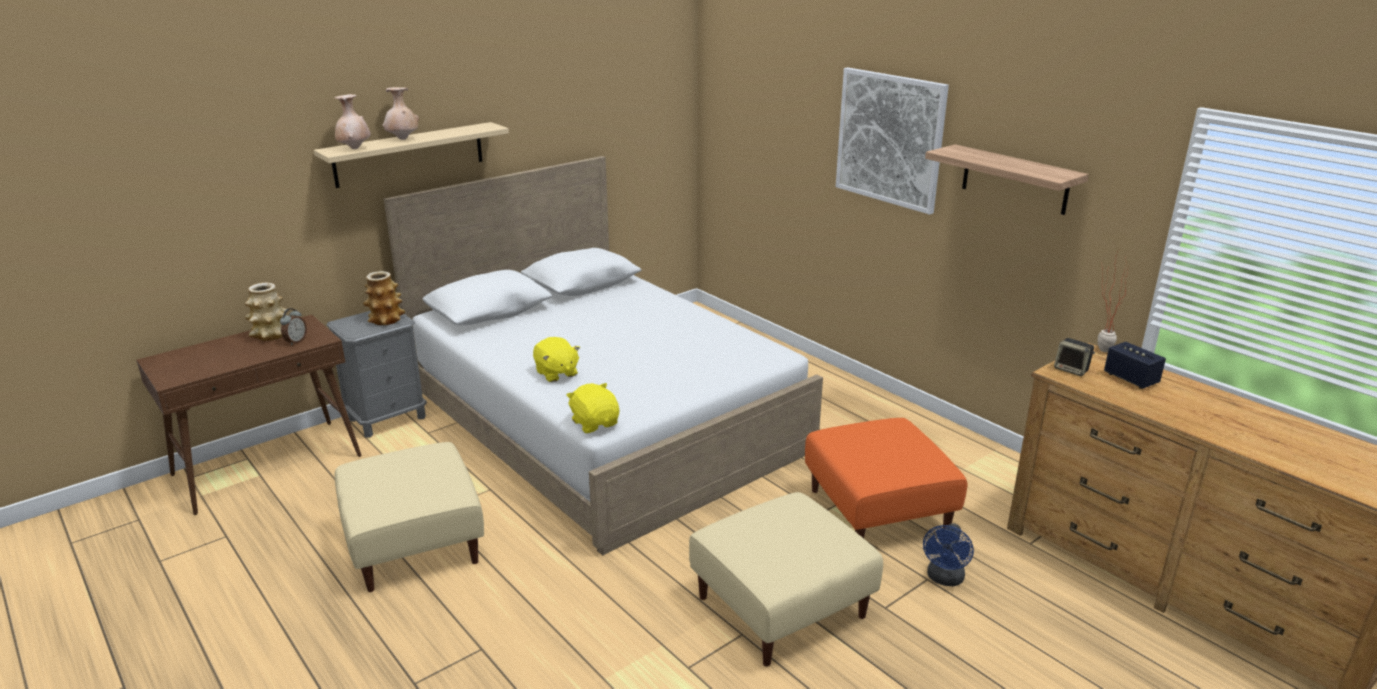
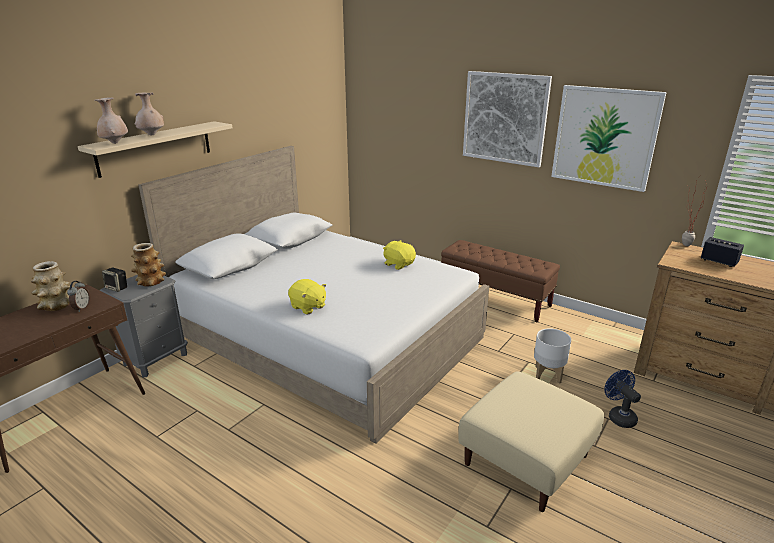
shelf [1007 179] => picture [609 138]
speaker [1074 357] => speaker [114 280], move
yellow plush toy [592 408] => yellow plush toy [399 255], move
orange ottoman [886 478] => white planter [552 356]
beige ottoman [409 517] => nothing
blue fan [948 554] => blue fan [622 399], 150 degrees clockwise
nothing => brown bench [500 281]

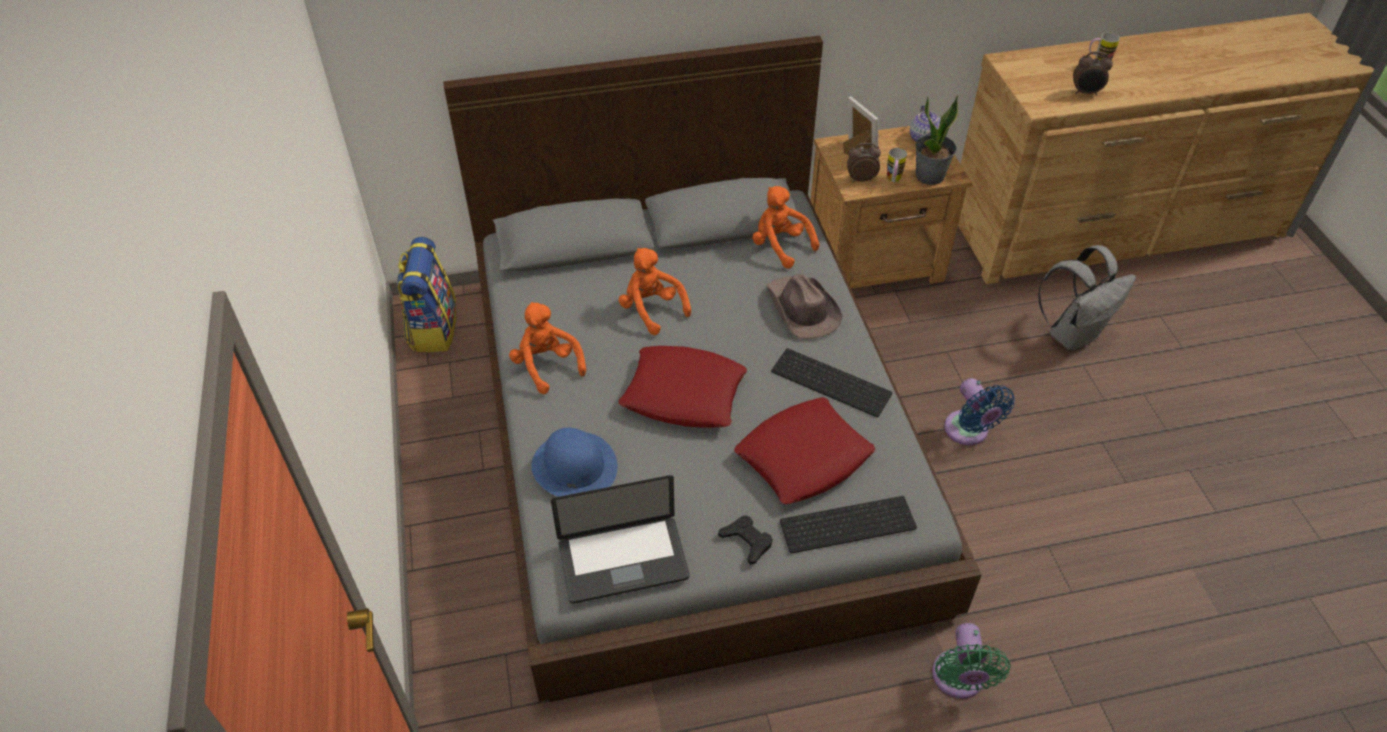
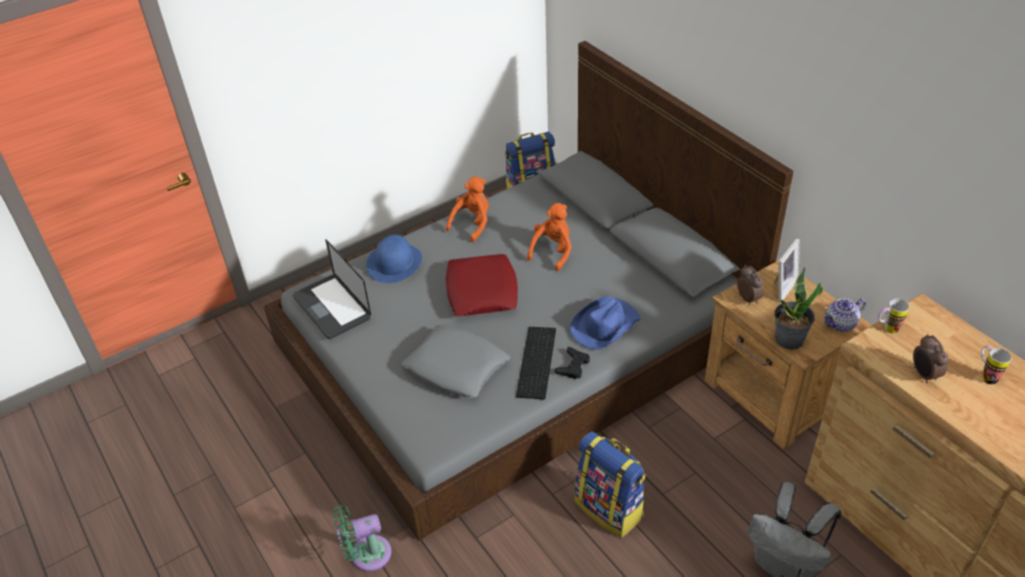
mug [897 165] => mug [893 316], move
orange plush toy [785 227] => nothing
brown hat [804 306] => blue hat [605 323]
blue fan [979 411] => backpack [610 484]
red pillow [804 450] => grey pillow [456 361]
keyboard [848 525] => nothing
black game controller [745 540] => black game controller [572 363], move

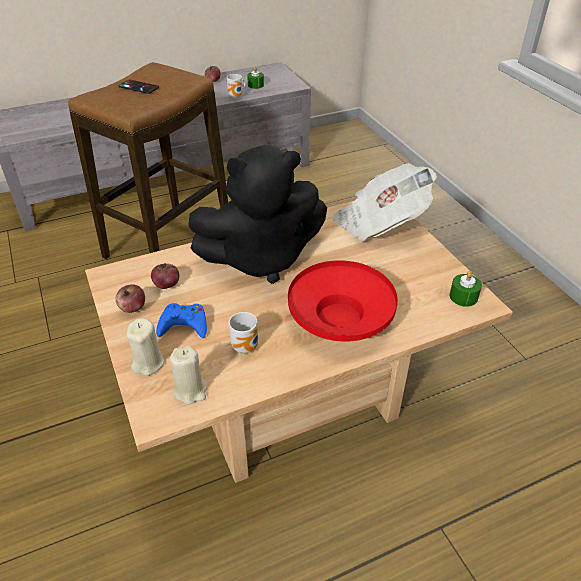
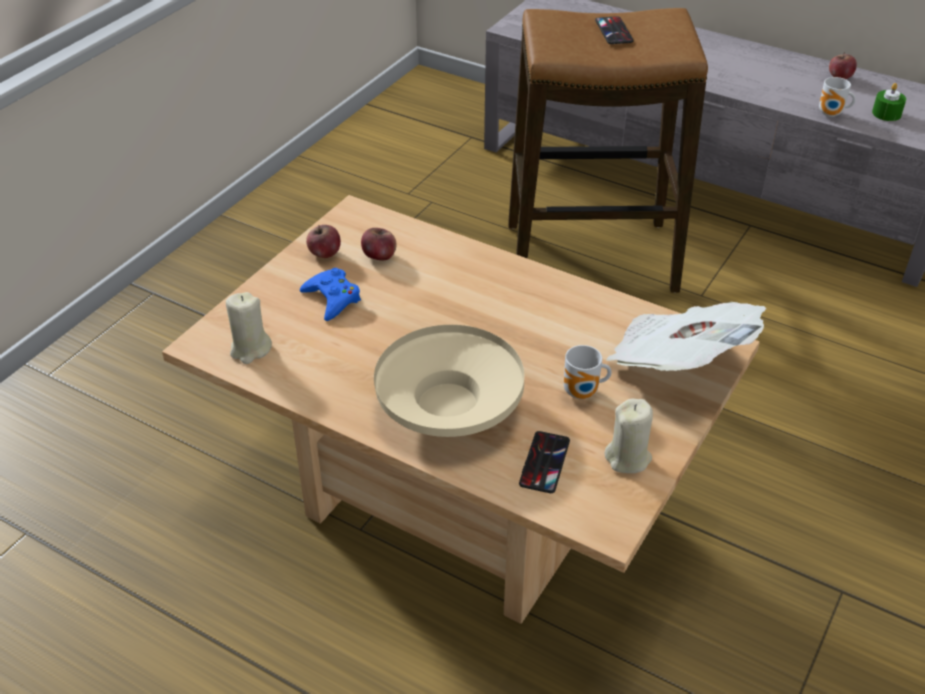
black plush toy [257 214] => nothing
red bowl [343 301] => beige bowl [449 381]
green candle [465 289] => nothing
mug [243 332] => mug [588 372], move
beige candle [145 347] => beige candle [628 435], move
nothing => phone [544 462]

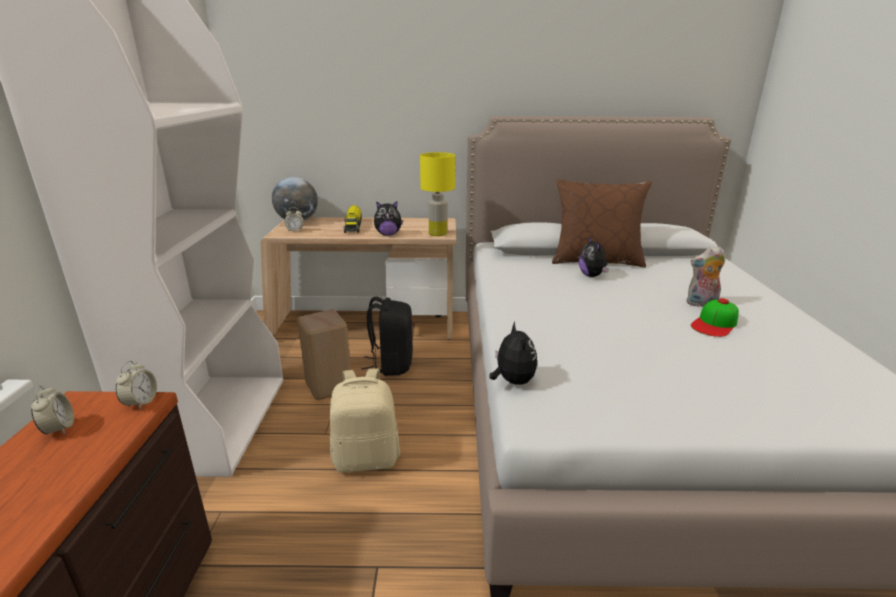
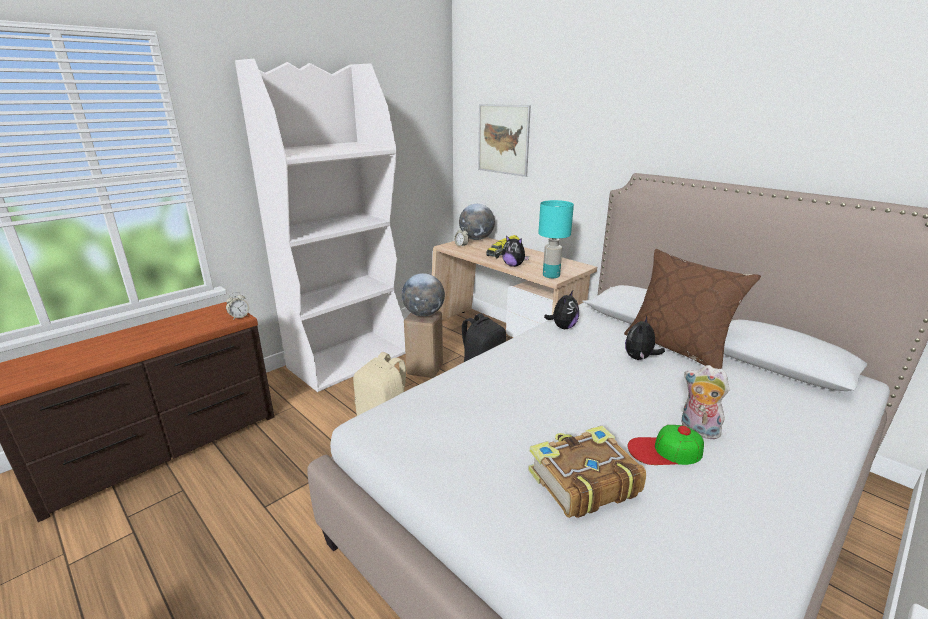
yellow table lamp [437 194] => turquoise table lamp [556 239]
plush toy [513 353] => plush toy [561 310], move
alarm clock [52 410] => nothing
nothing => picture [504 140]
nothing => globe [423 294]
nothing => book [587 472]

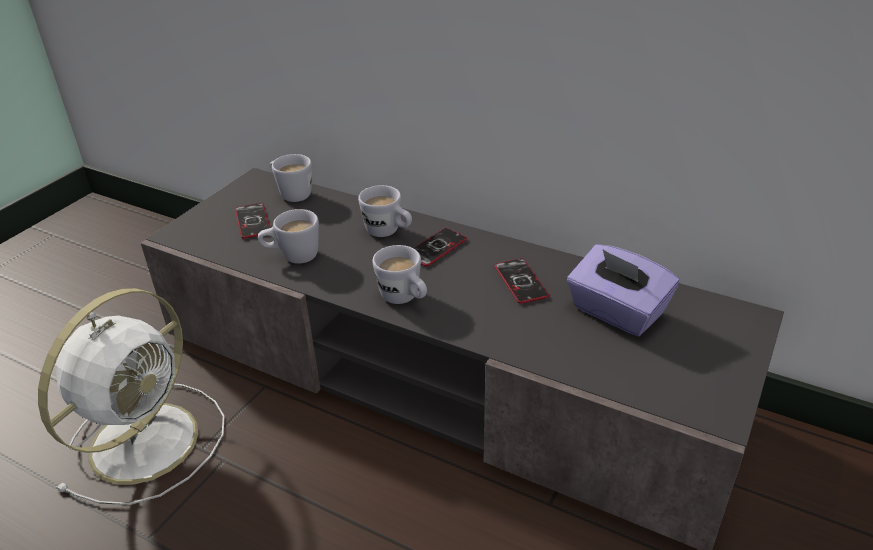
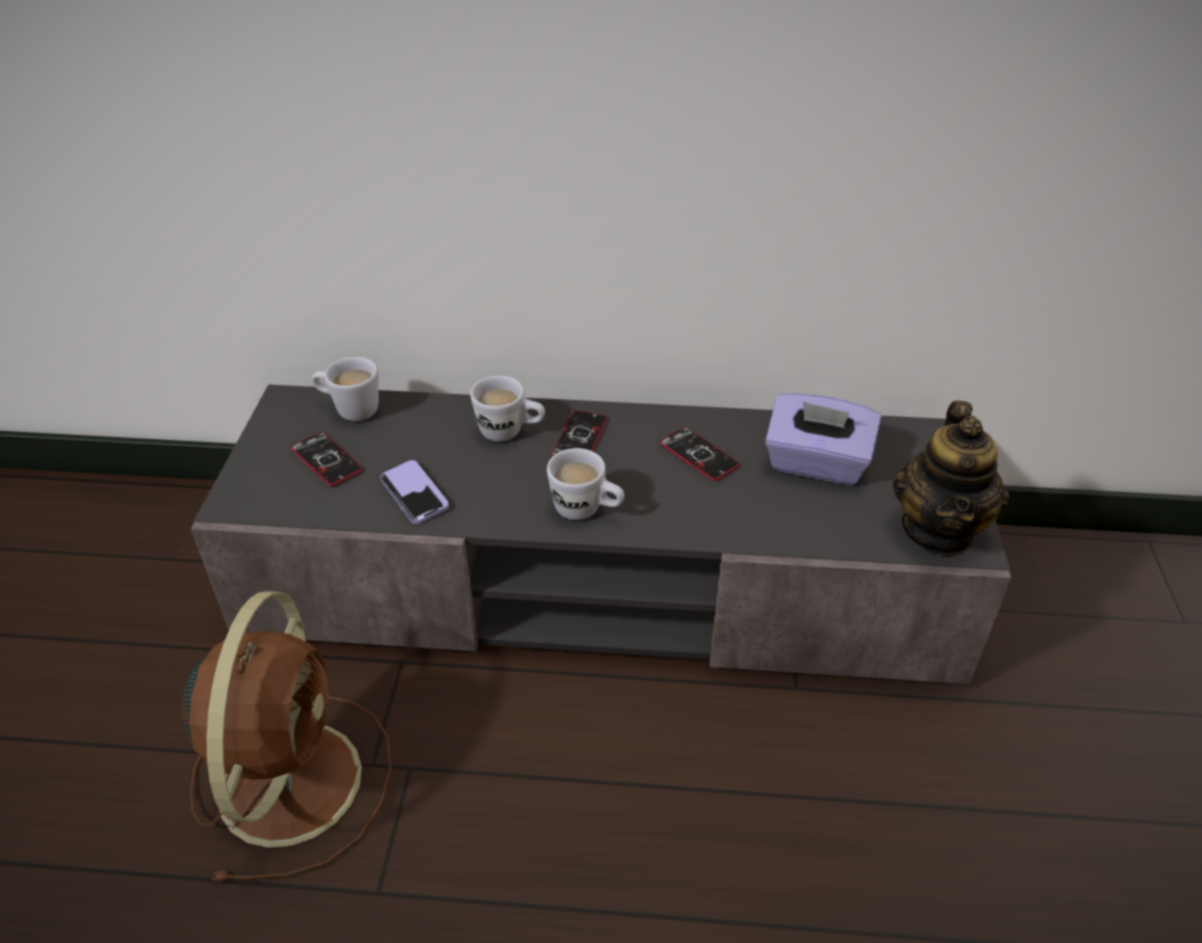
white mug [288 236] => phone [414 492]
white fan [131 396] => brown fan [287 736]
nothing => teapot [951 478]

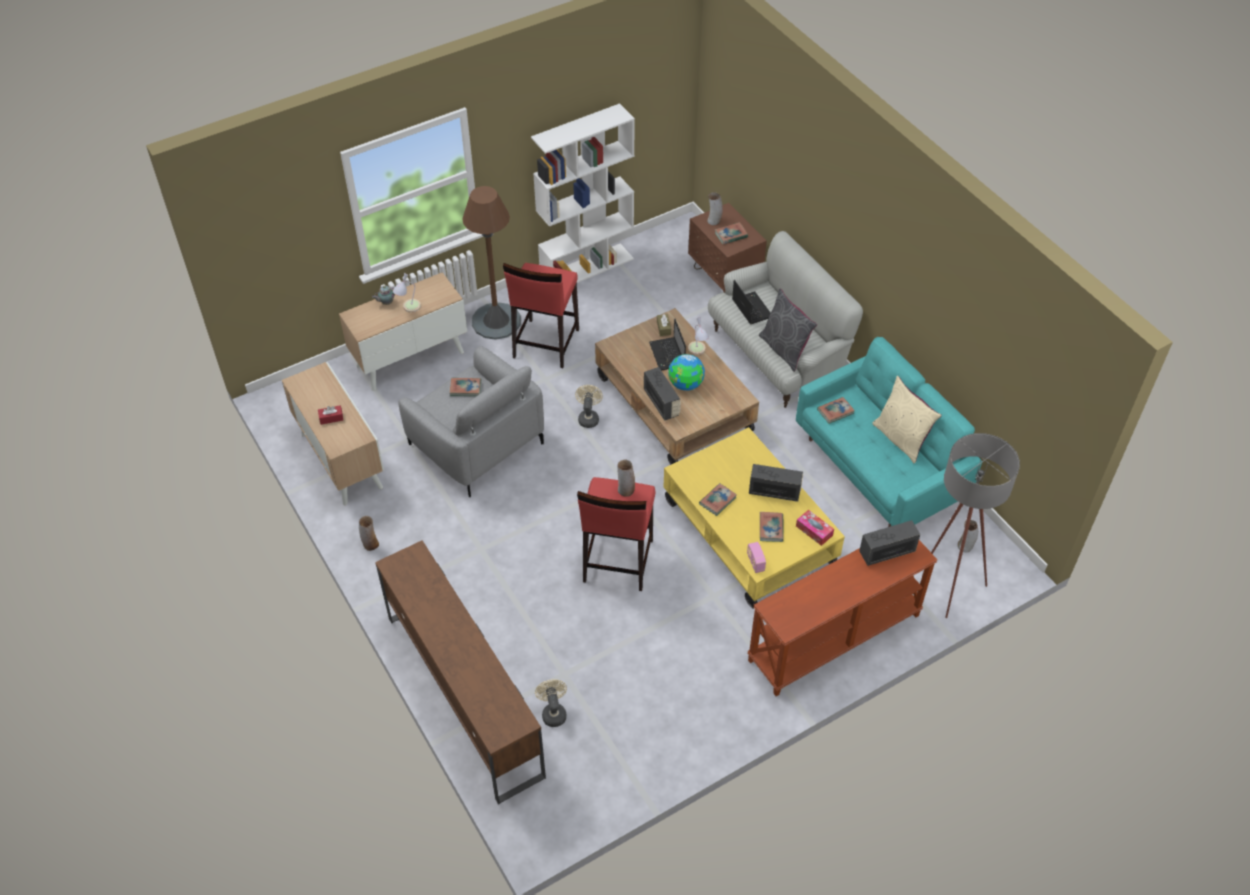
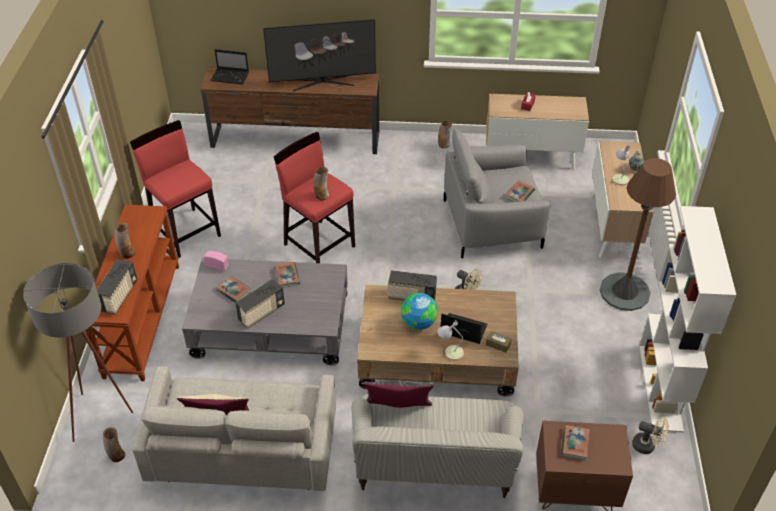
vase [715 208] => vase [125 241], move
red stool [541 315] => red stool [175 189], move
laptop [751 302] => laptop [230 67], move
turquoise sofa [889 432] => grey sofa [234 428]
book [836 410] => nothing
yellow coffee table [754 518] => grey coffee table [265 311]
tissue box [815 528] => nothing
beige fan [551 703] => beige fan [650 435], move
nothing => television [319 55]

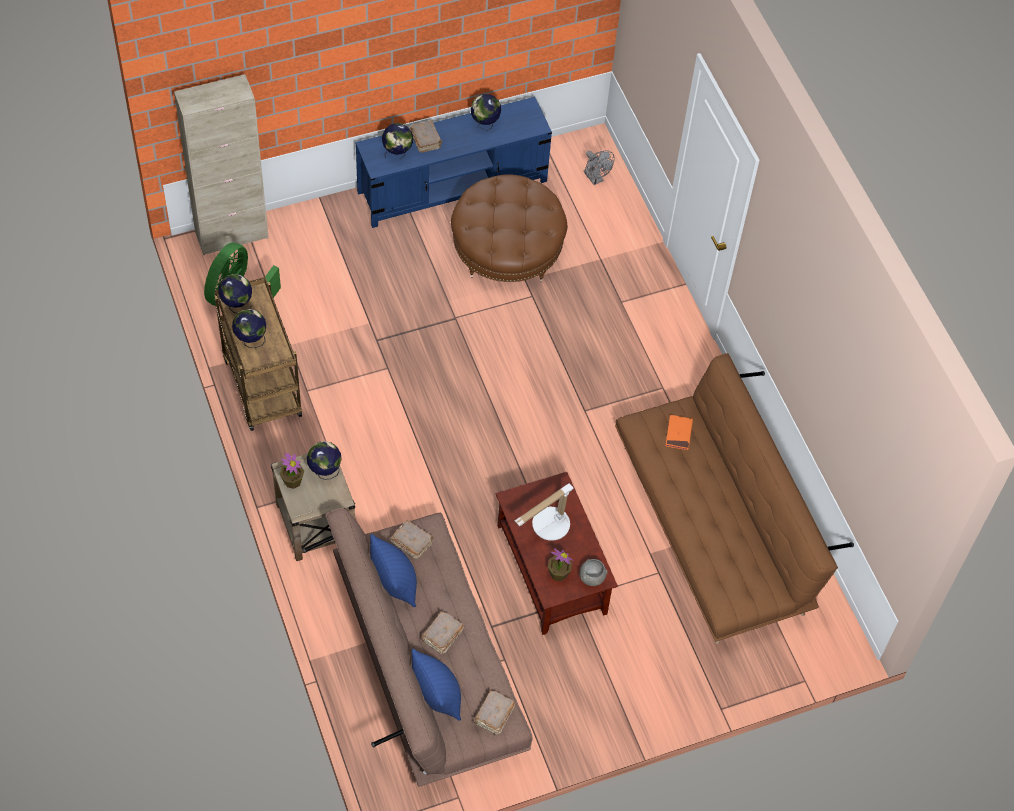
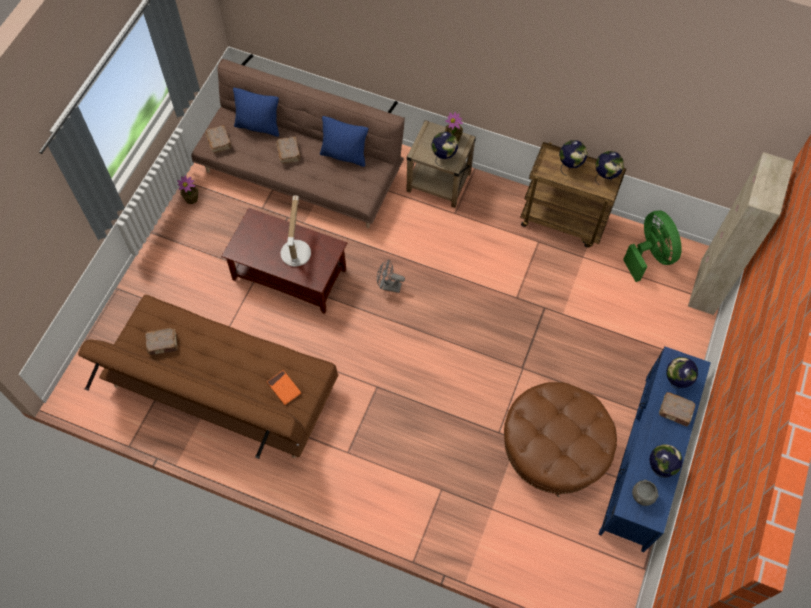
grey fan [599 168] => grey fan [391 276], move
brown book [412 539] => brown book [161 341], move
potted plant [561 564] => potted plant [187 189], move
grey bowl [593 572] => grey bowl [645 493], move

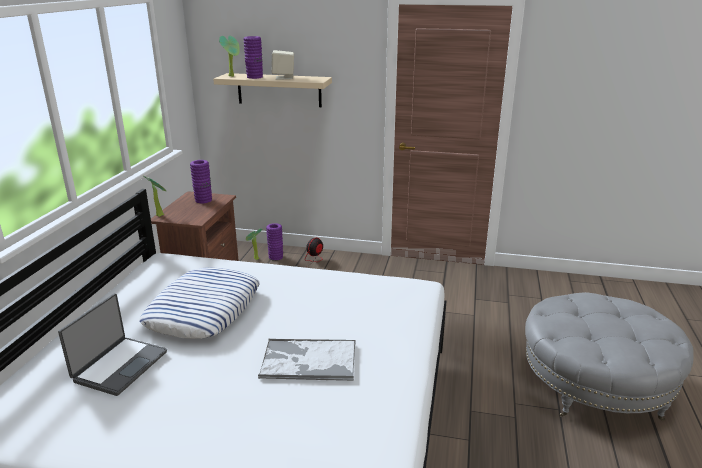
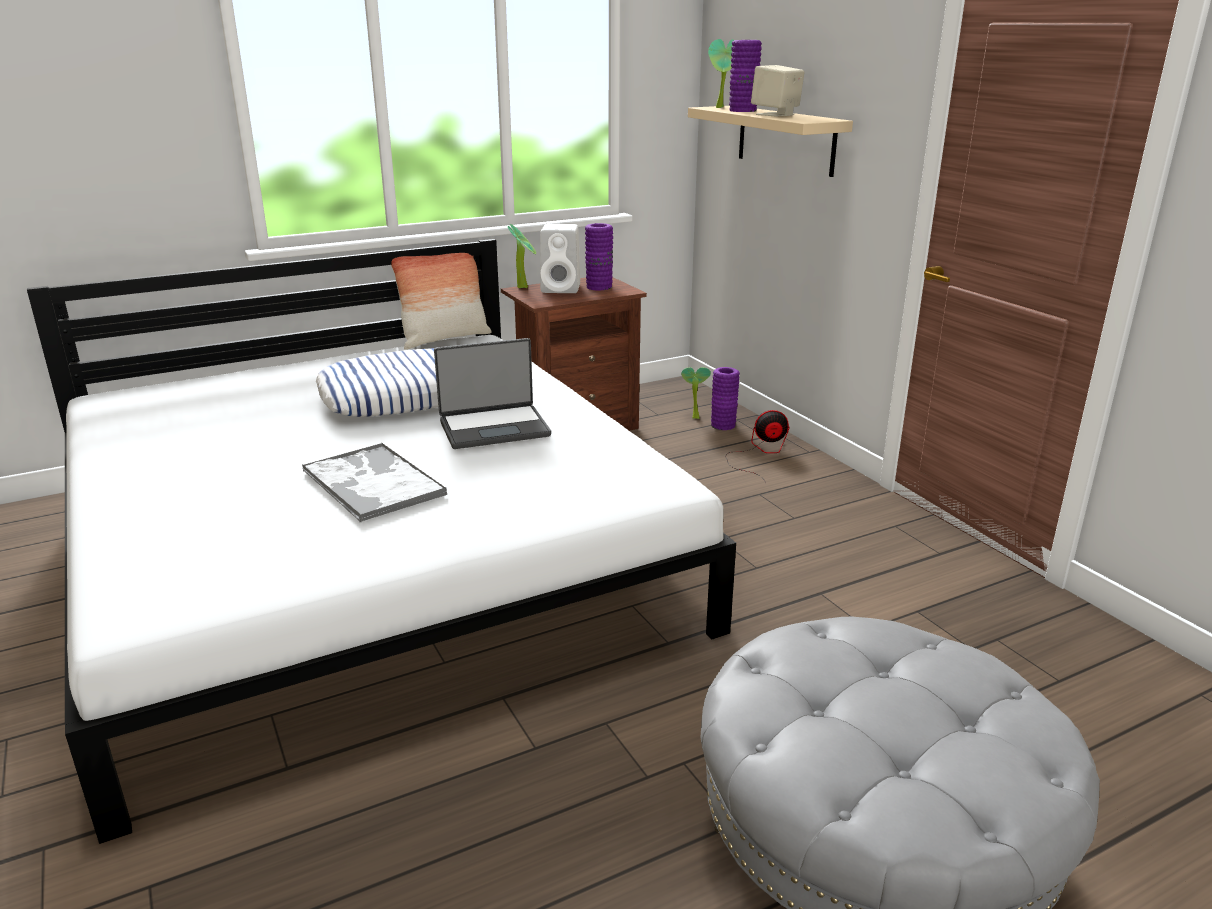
laptop [112 344] => laptop [492 393], move
nothing => white speaker [560 258]
nothing => pillow [441 301]

